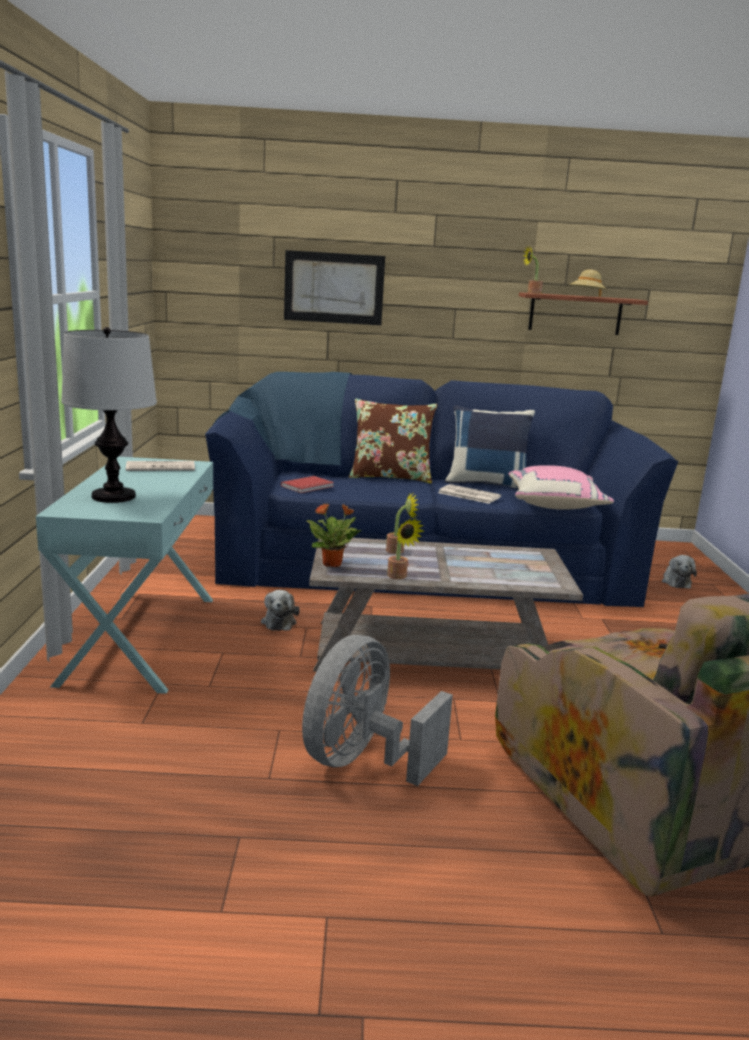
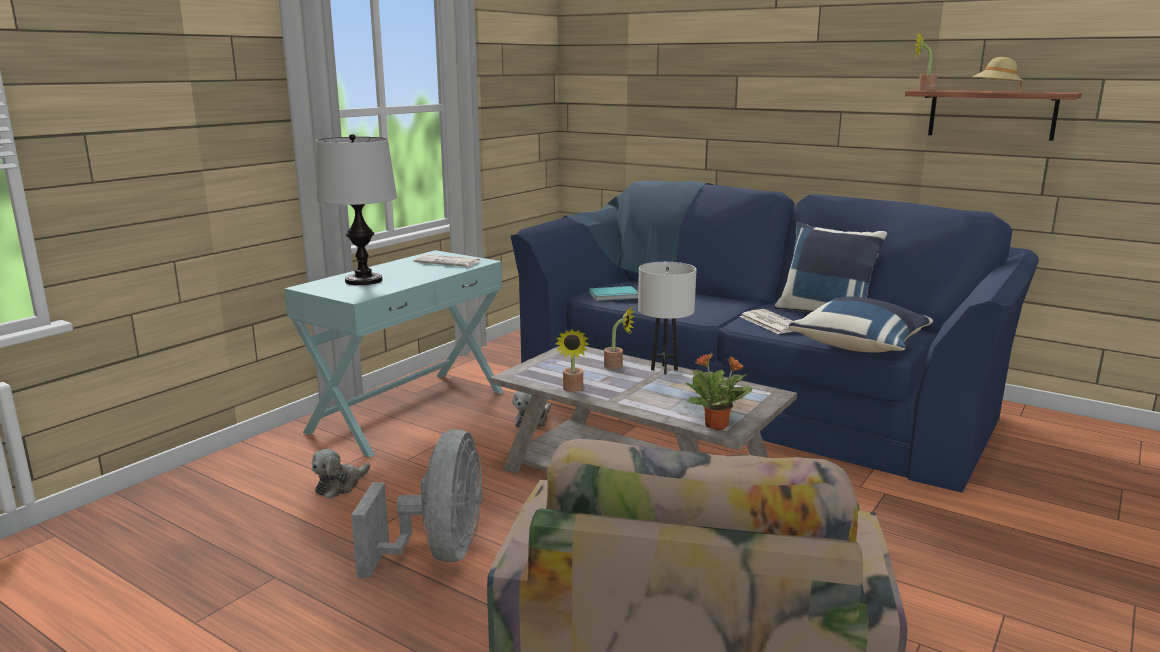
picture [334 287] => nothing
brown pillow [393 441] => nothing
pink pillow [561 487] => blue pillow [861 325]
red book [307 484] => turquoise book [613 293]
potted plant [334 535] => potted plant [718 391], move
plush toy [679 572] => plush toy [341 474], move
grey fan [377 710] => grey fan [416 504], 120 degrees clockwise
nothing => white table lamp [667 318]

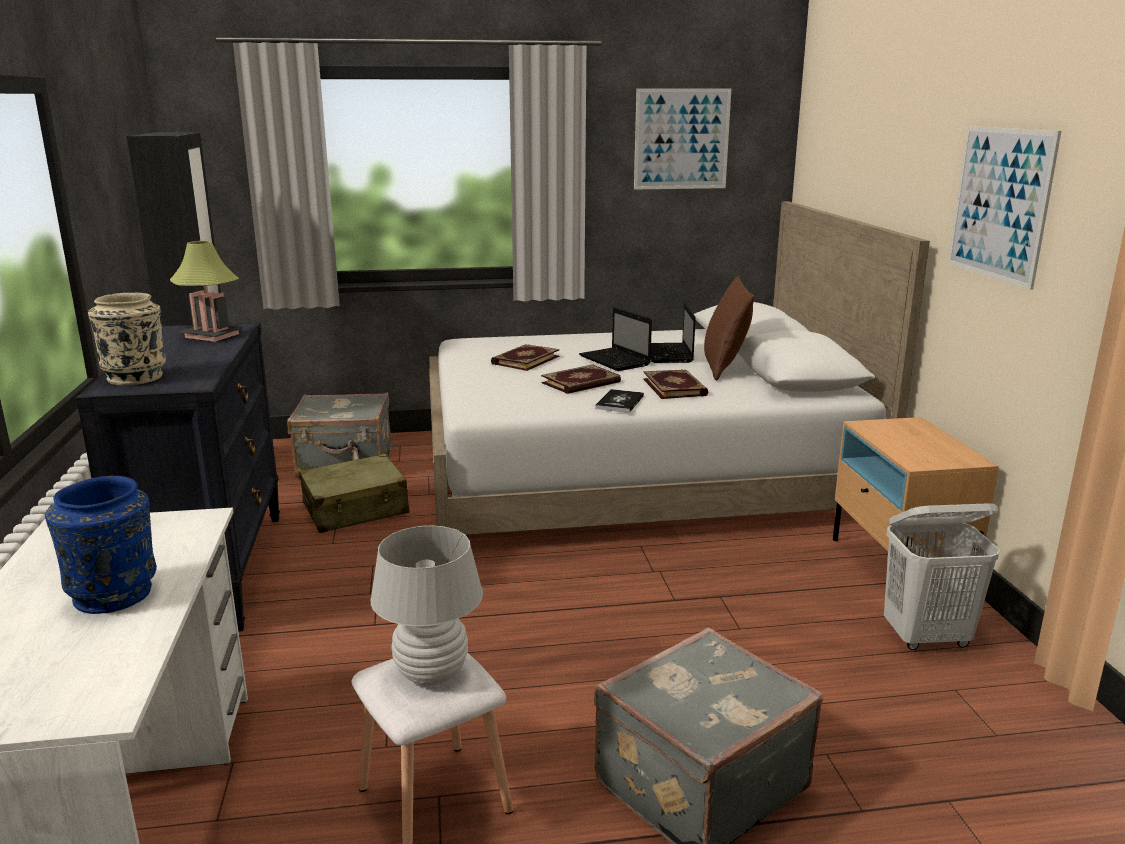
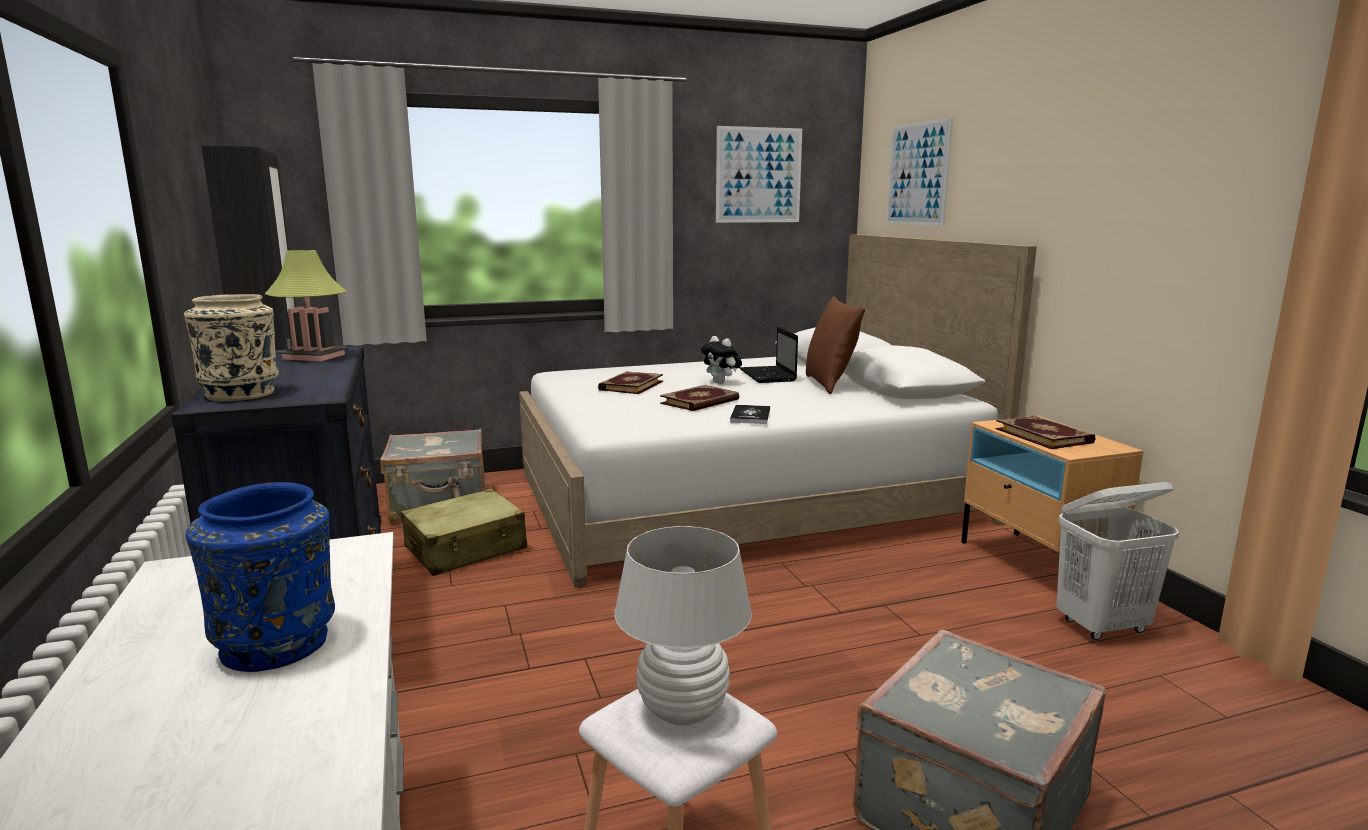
picture [1004 208] => picture [919 171], move
laptop [615 339] => plush toy [721 360]
book [675 384] => book [1045 432], move

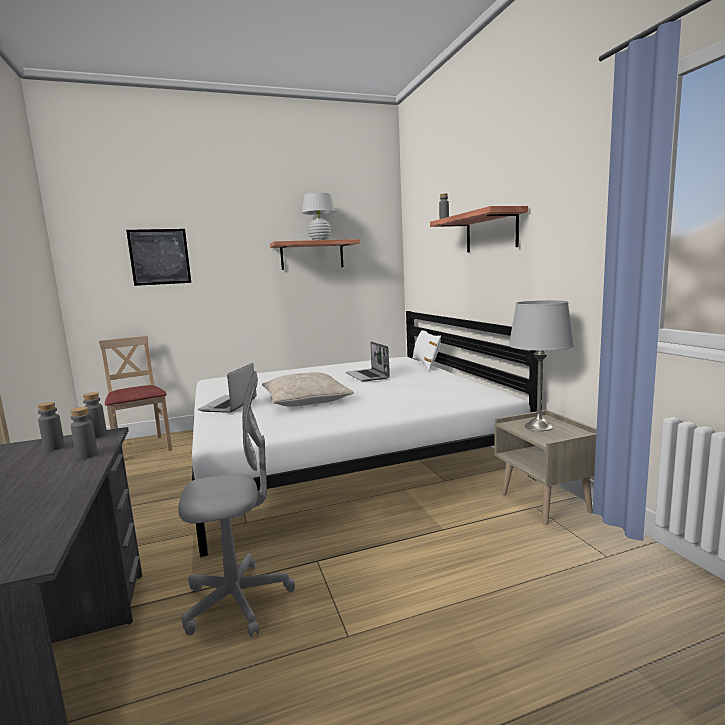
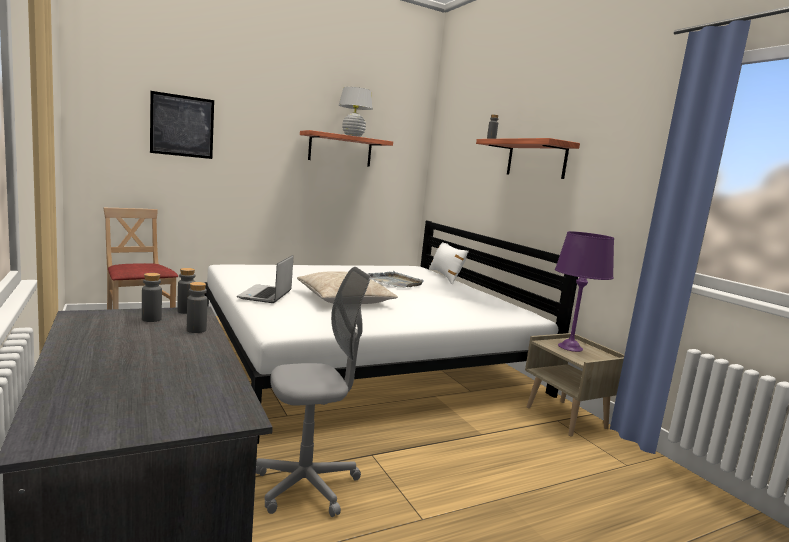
grey table lamp [541 365] => purple table lamp [584 291]
laptop [367 362] => grey tray [395 279]

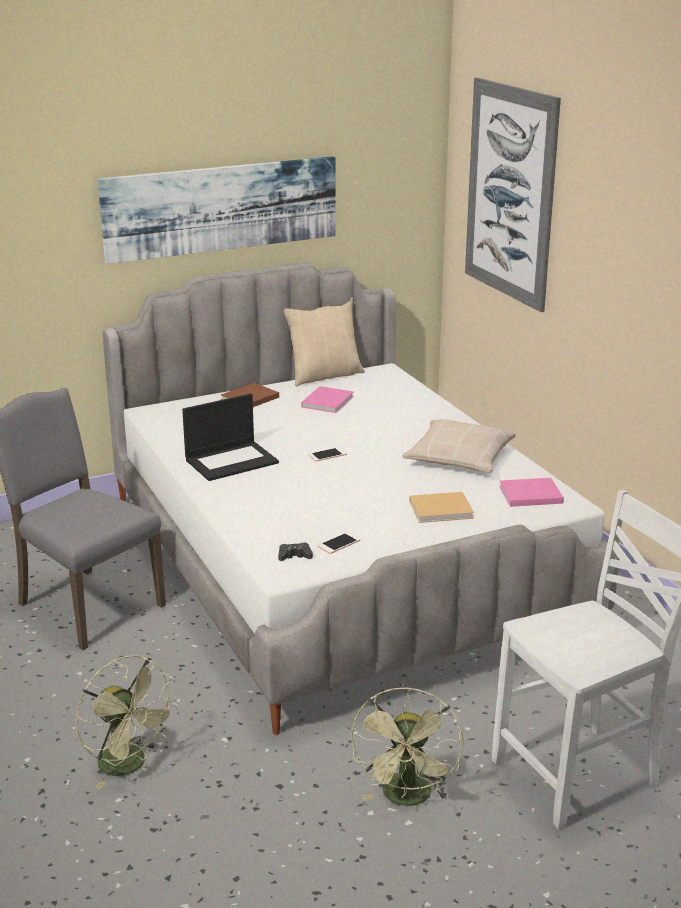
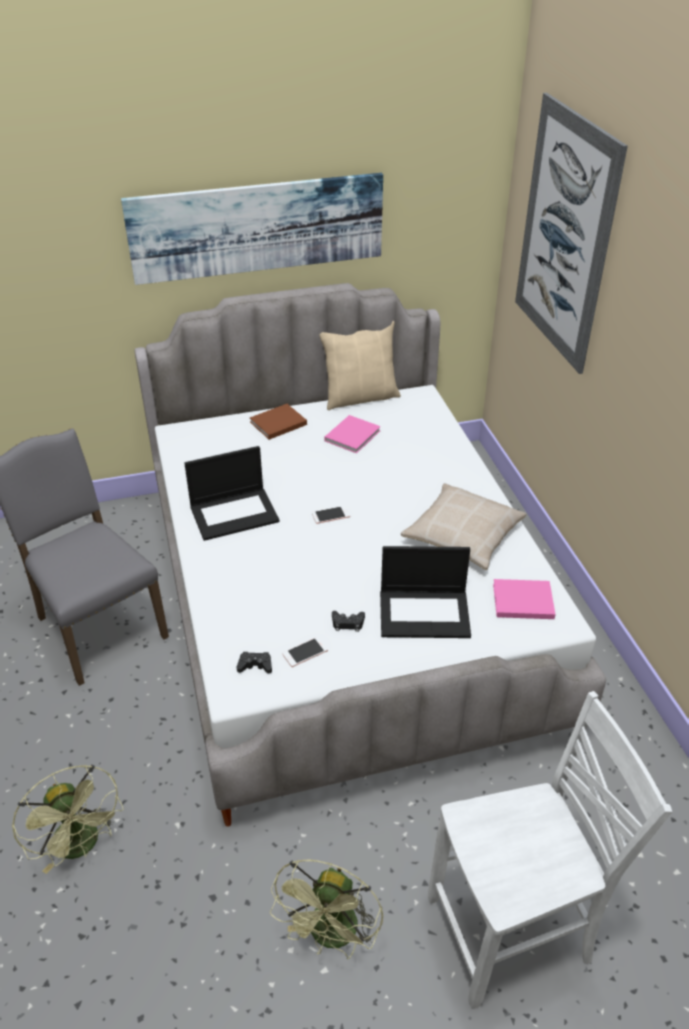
beige book [441 507] => laptop [425 592]
nothing => black game controller [348 621]

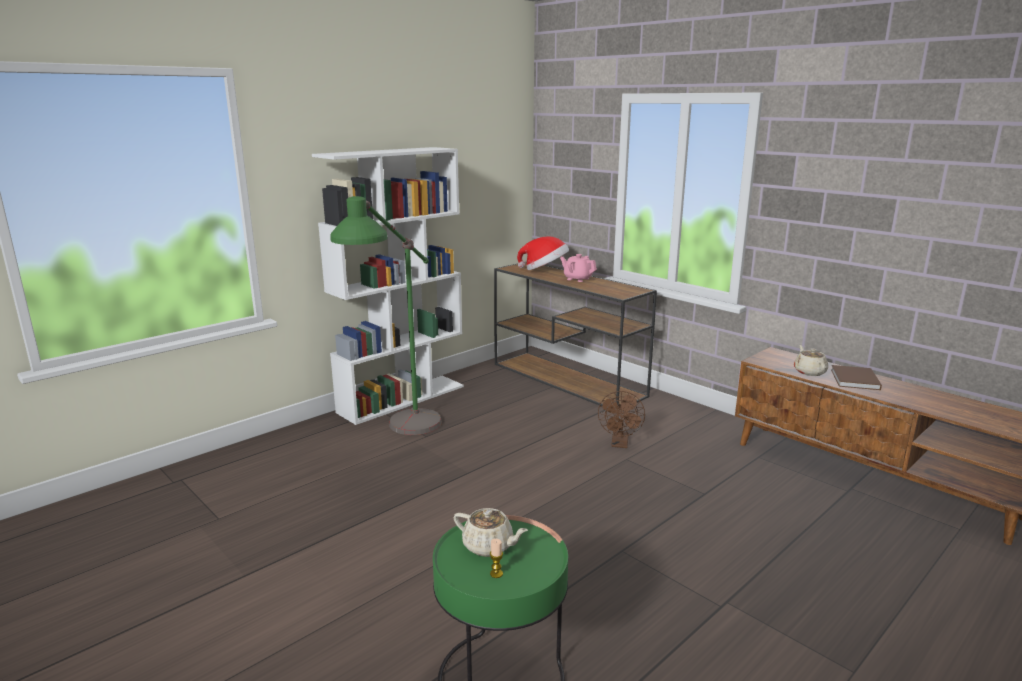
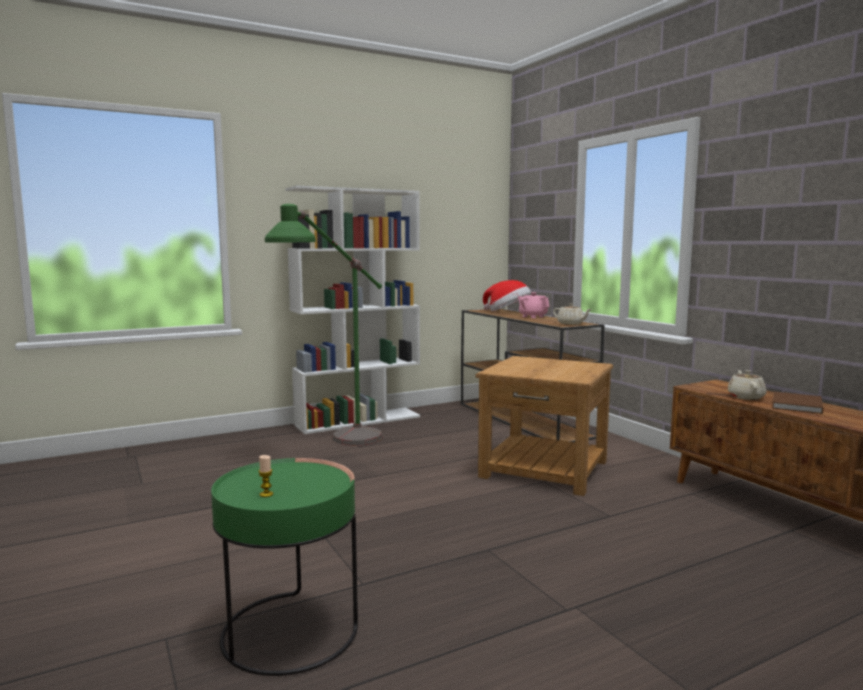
brown fan [621 419] => brown side table [544 426]
beige teapot [490 532] => beige teapot [572 314], move

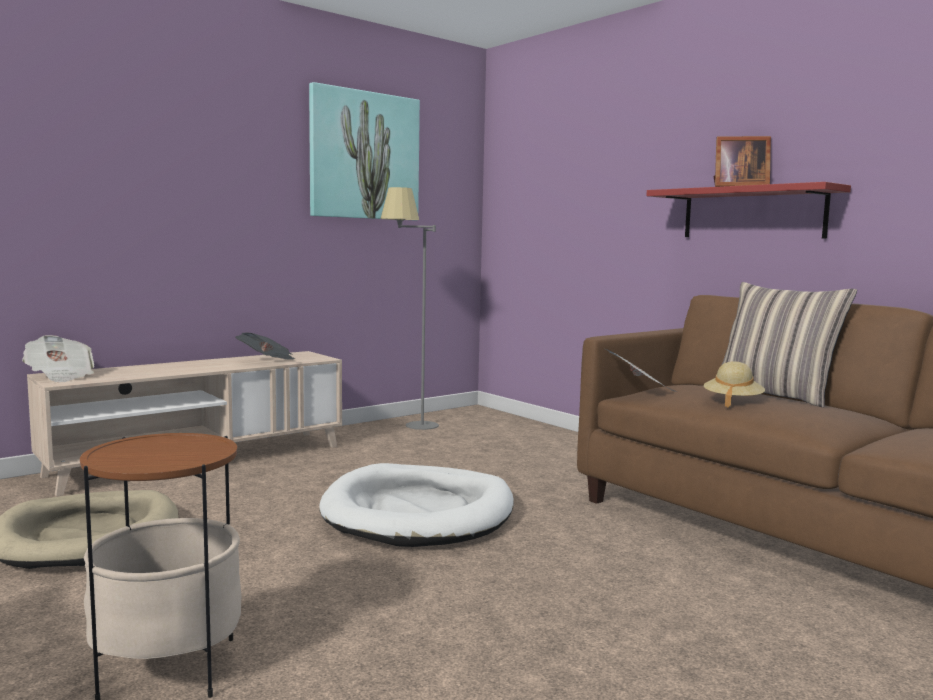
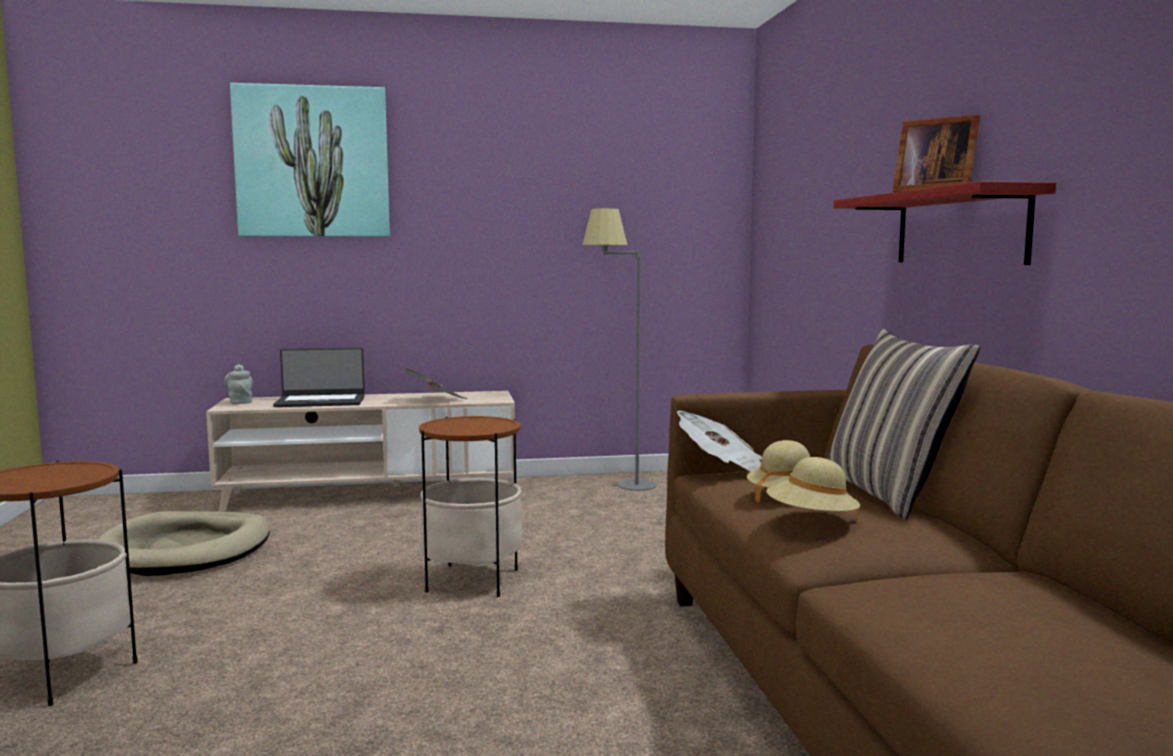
picture [364 150] => picture [310 160], move
newspaper [58 359] => grey teapot [238 384]
white dog bed [416 505] => side table [470 506]
nothing => laptop [319 377]
nothing => beige hat [813 488]

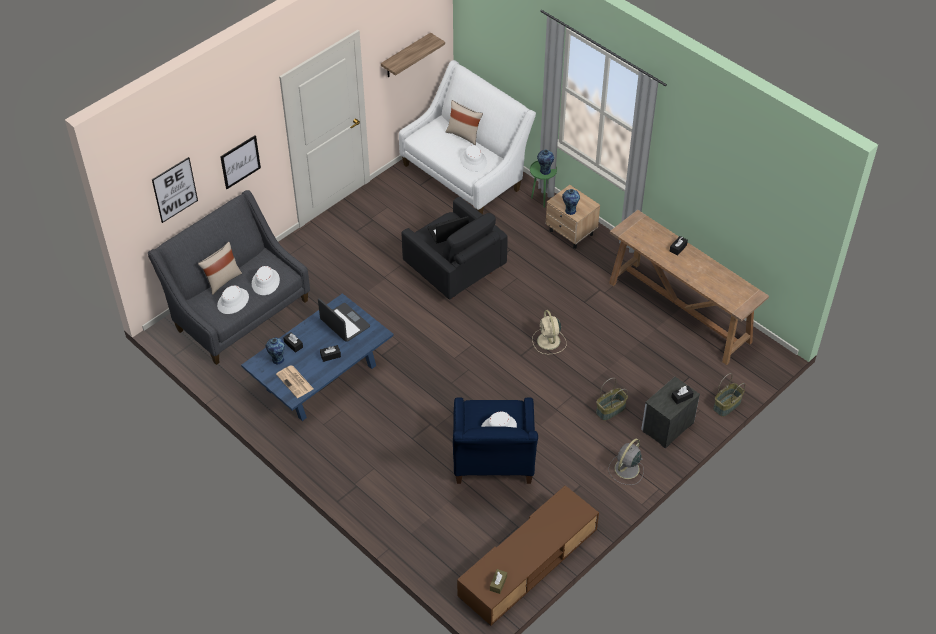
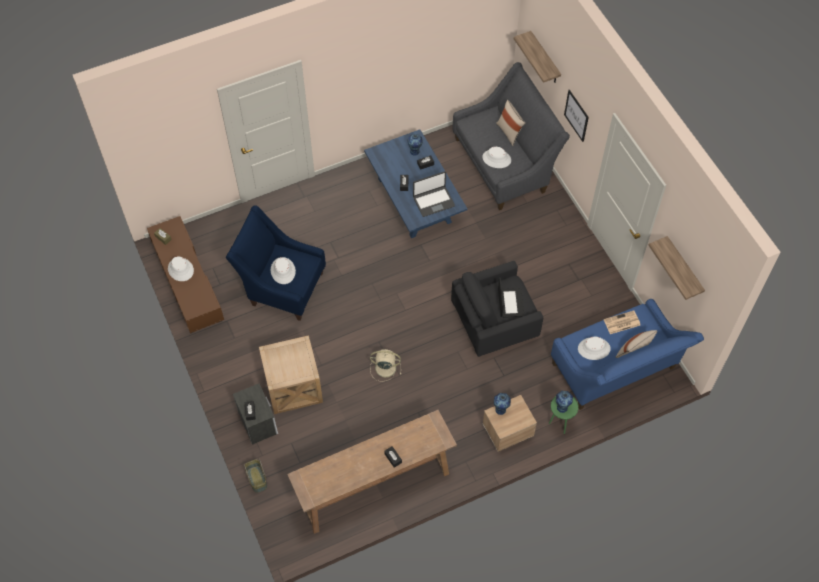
white sofa [467 137] => blue sofa [627 354]
picture [175 190] => shelf [537 57]
white hat [233 300] => white hat [181 268], move
newspaper [295 381] => newspaper [622 322], move
basket [612 399] => beige side table [291 374]
grey fan [626 461] => nothing

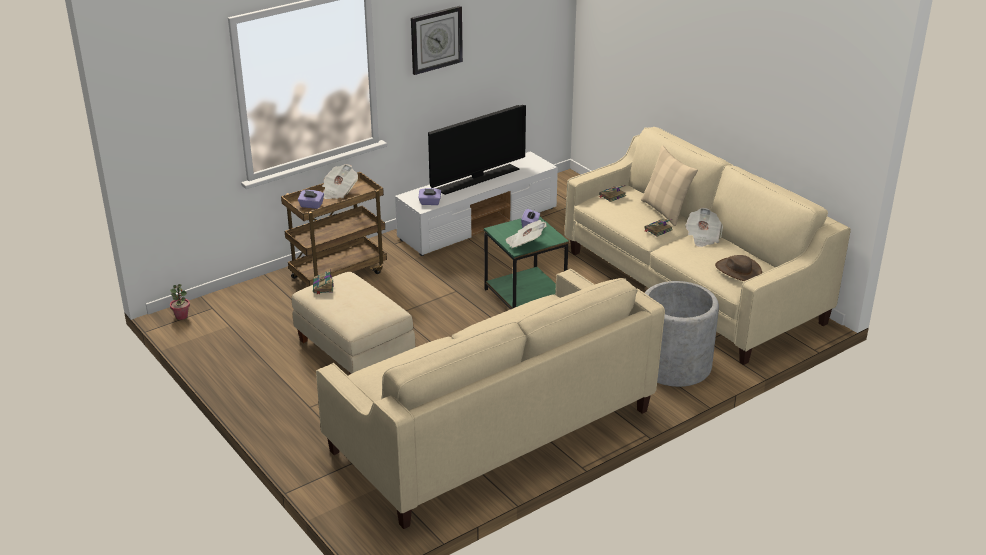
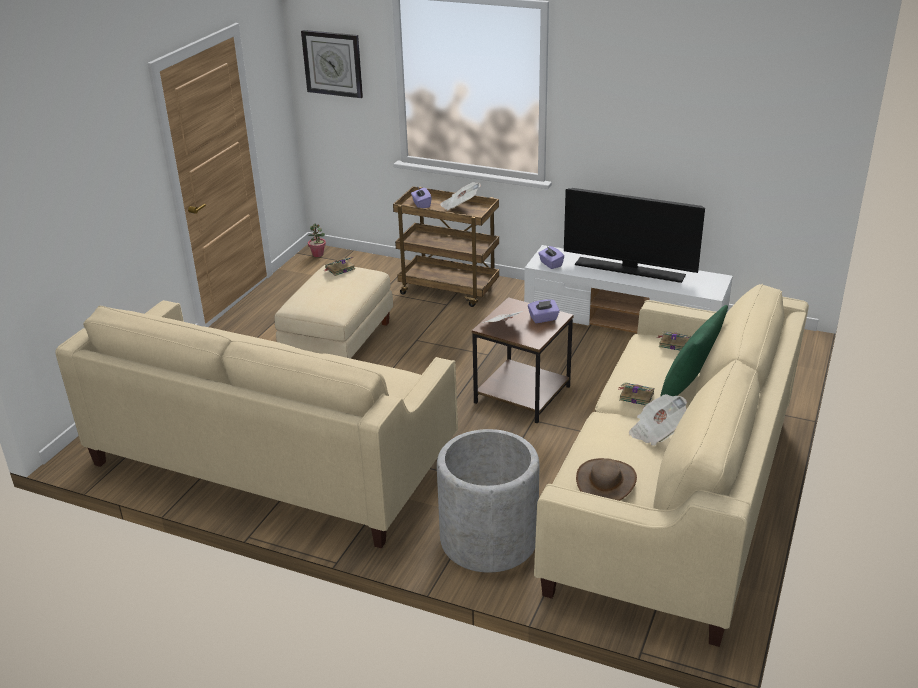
wall clock [437 40] => wall clock [332 64], move
beige pillow [669 185] => green pillow [694 351]
green side table [526 263] => brown side table [523 360]

